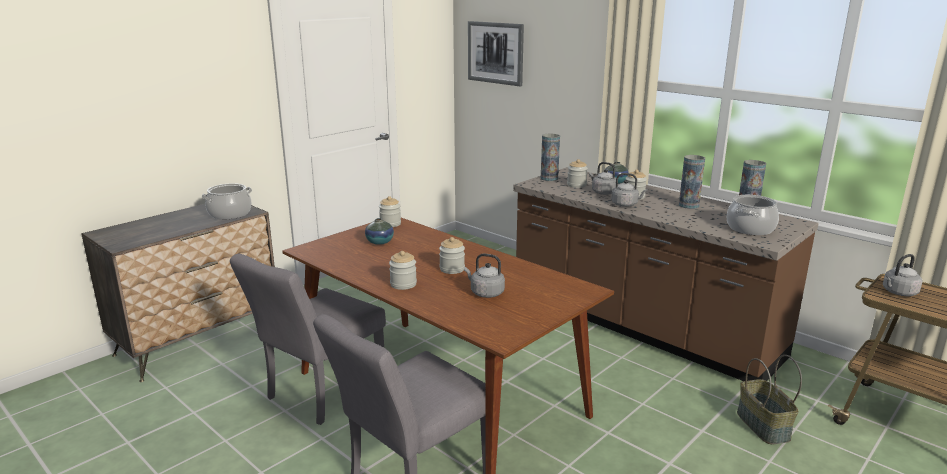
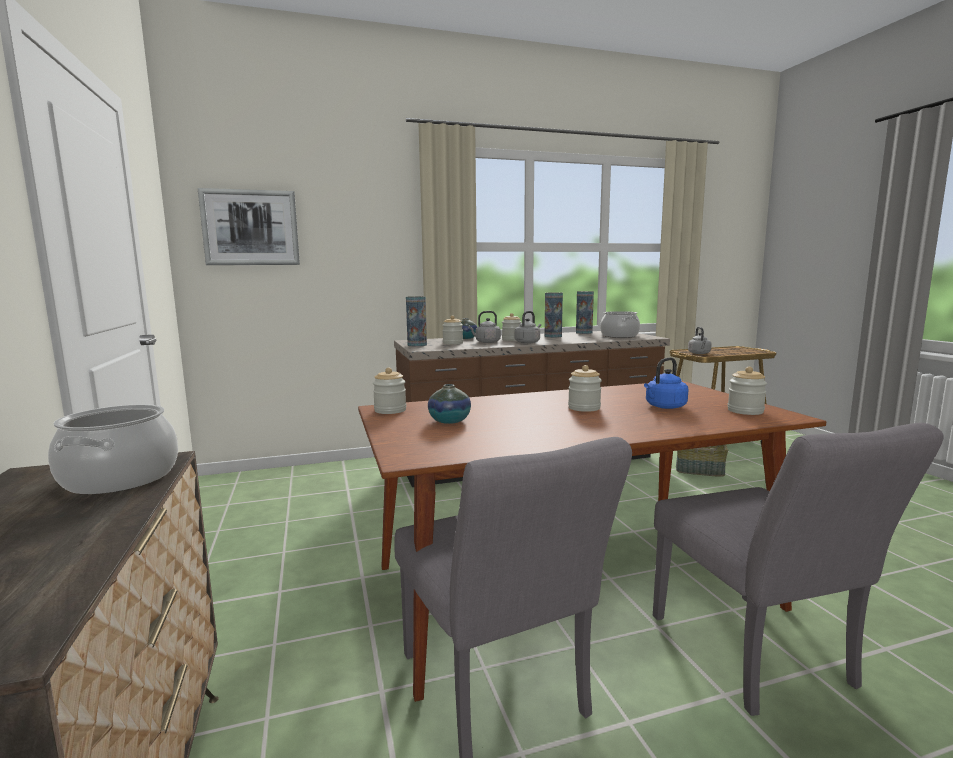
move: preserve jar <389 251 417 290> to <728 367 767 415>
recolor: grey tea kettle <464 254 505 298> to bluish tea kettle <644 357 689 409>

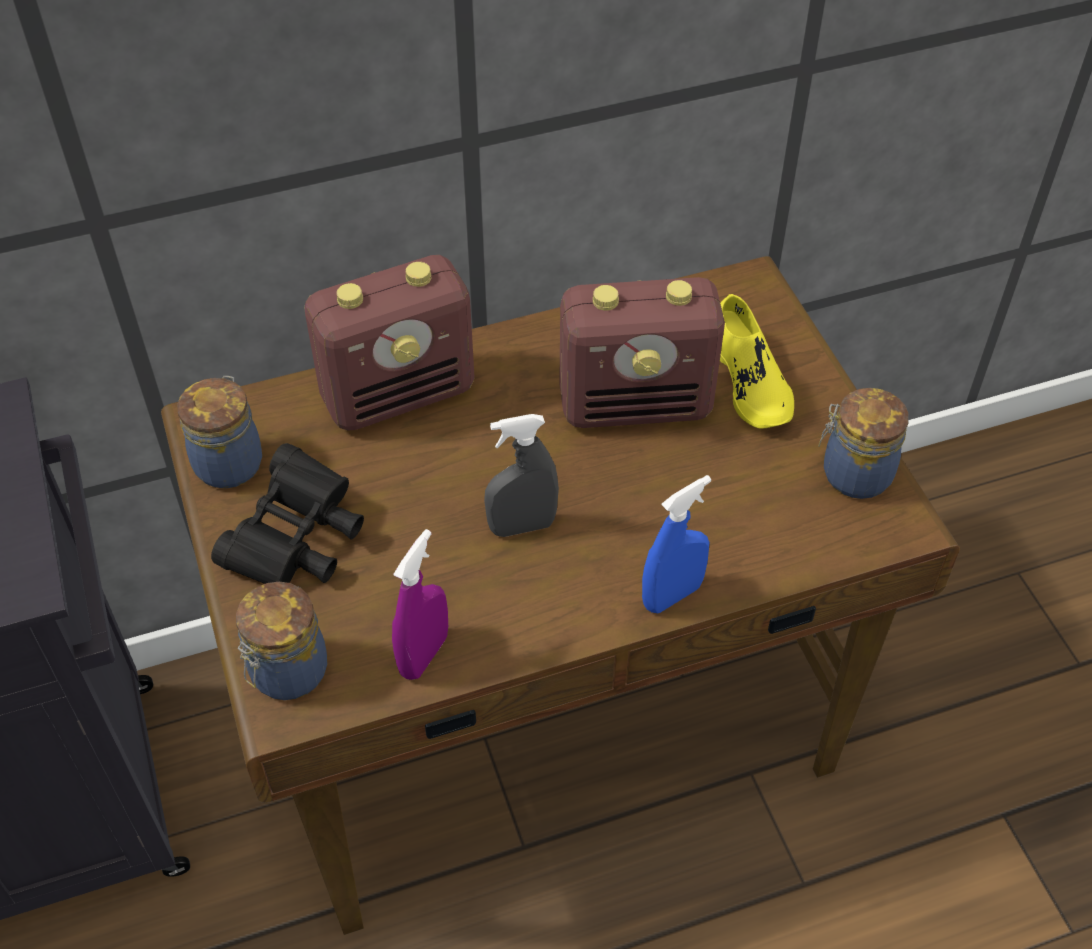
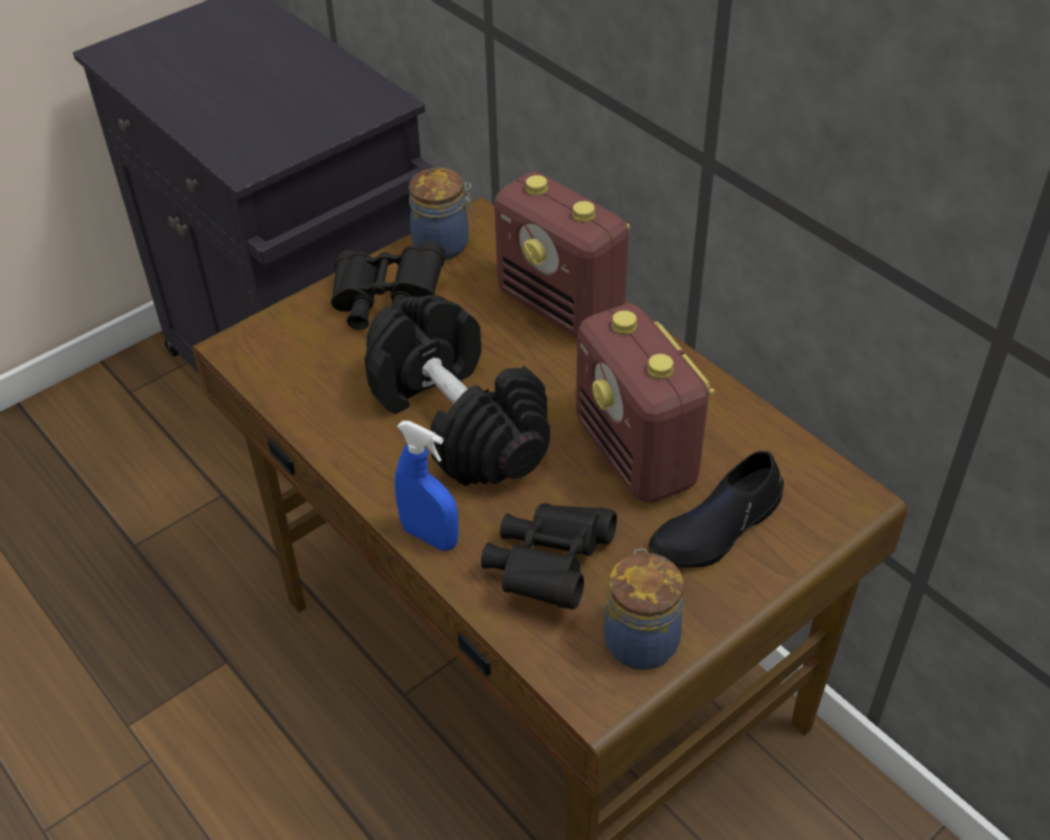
delete: preserve jar <236 582 327 700>; purplish hand sprayer <392 529 448 680>
insert: black-coloured pair of binoculars <481 503 617 609>
replace: grey hand sprayer <484 414 559 537> to black-coloured free weight <364 295 550 486>
recolor: yellow-coloured shoe <720 294 794 429> to black-coloured shoe <649 451 784 568>

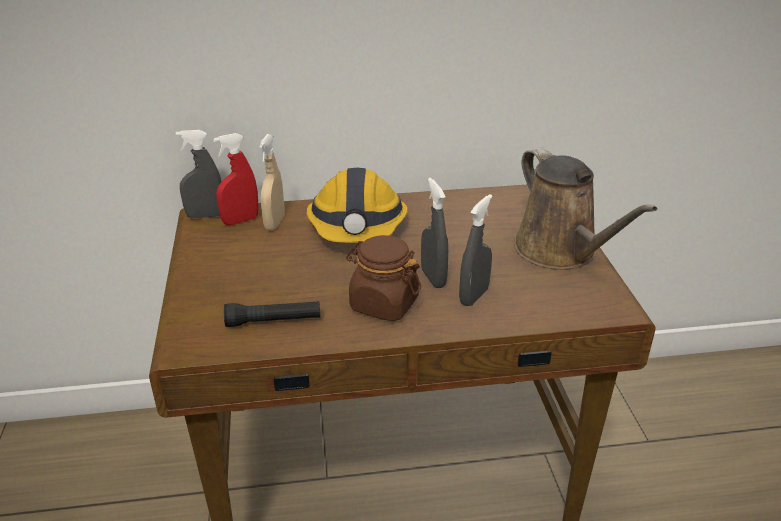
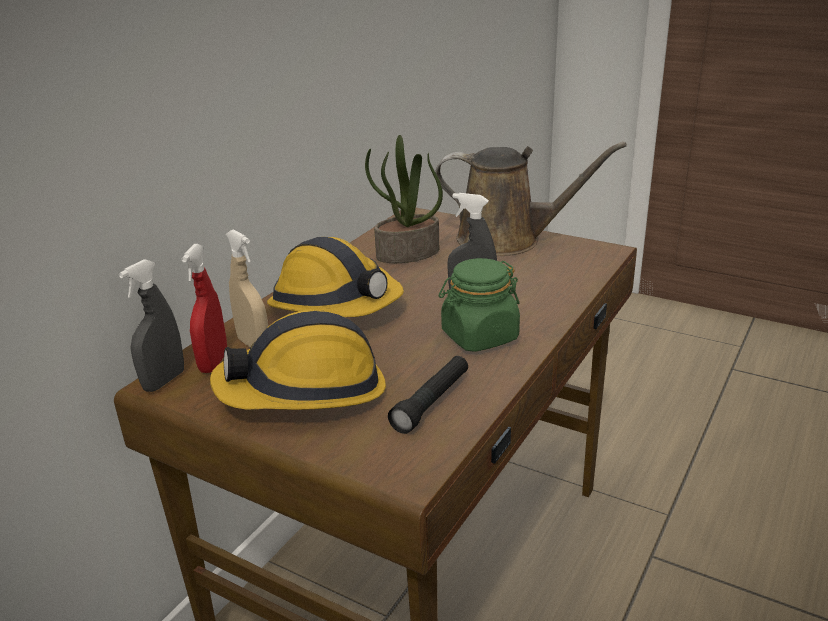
delete: grey hand sprayer <459 194 492 306>
insert: hard hat <210 310 386 410>; potted plant <365 135 443 263>
recolor: brown-coloured preserve jar <346 235 421 321> to greenish preserve jar <439 258 520 352>

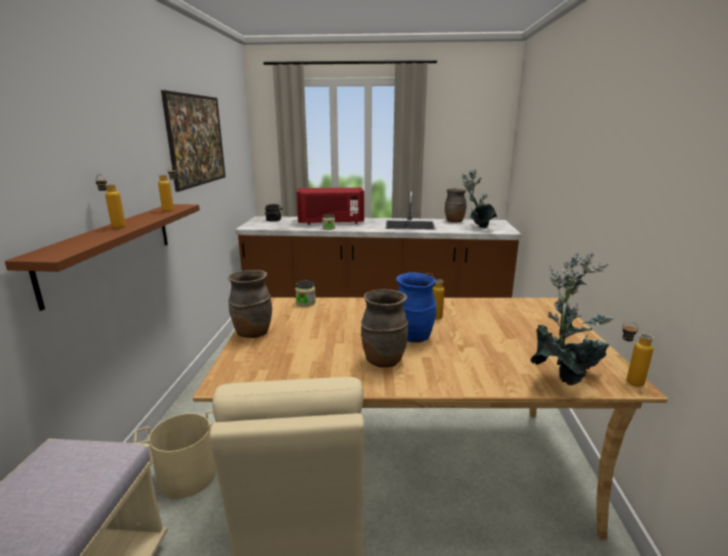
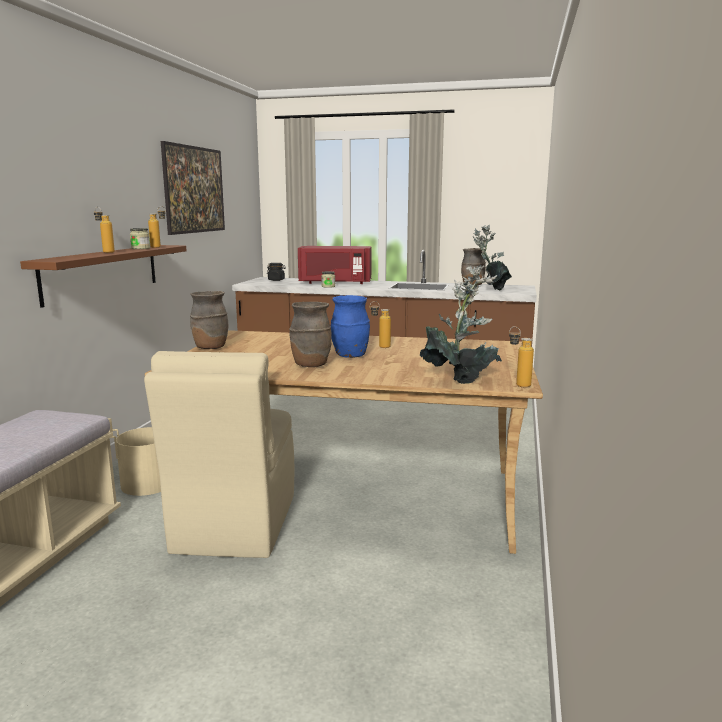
move: preserve jar <295 280 316 307> to <130 228 150 249>

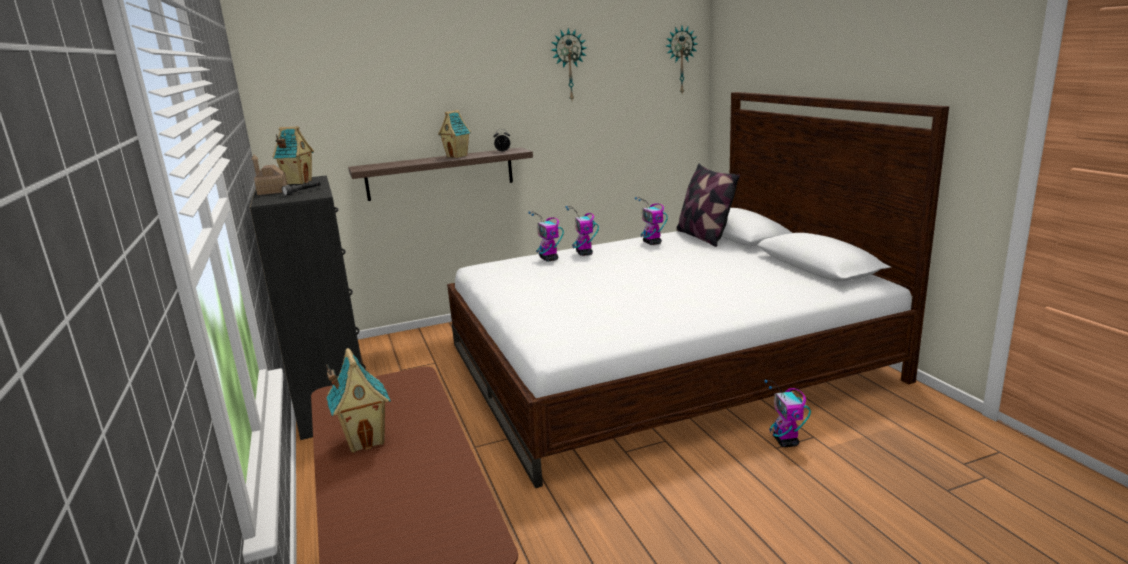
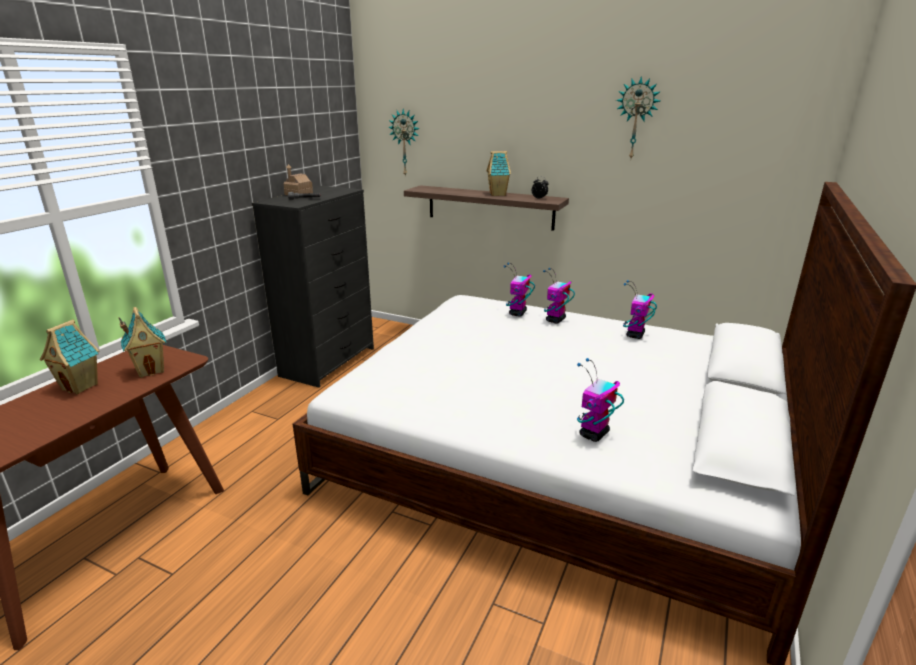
delete: pillow <677 163 740 247>
move: toy house <273 126 314 184> to <119 307 167 378>; clock on the wall <666 26 698 93> to <388 109 419 177>; toy robot <765 380 811 447> to <577 358 624 442>

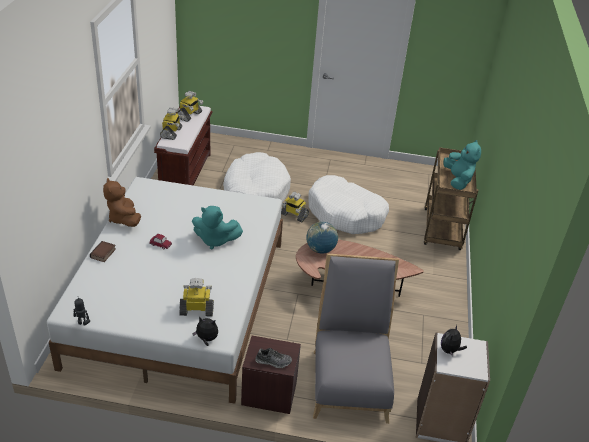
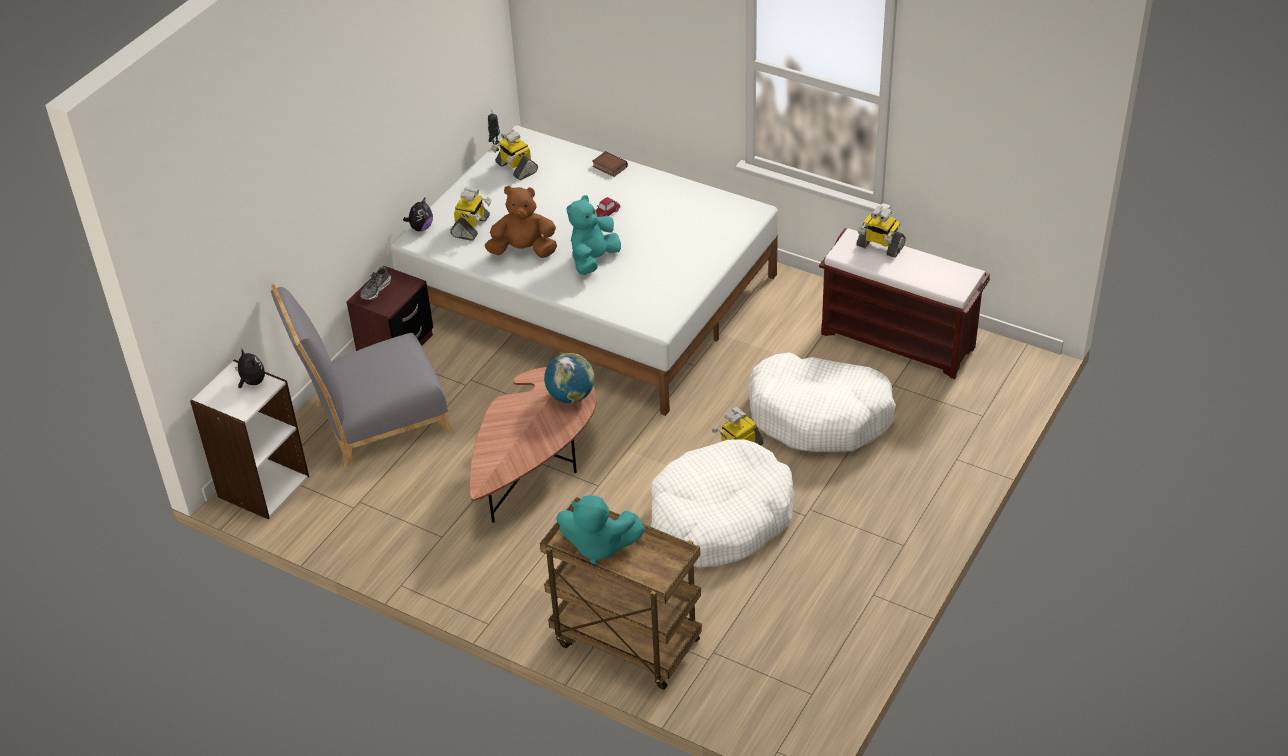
move: brown-coloured soft toy <103 178 141 227> to <485 186 557 258>; toy robot <177 91 203 122> to <491 129 538 180>
rotate: grey upright chair <313 253 399 424> = <271 284 454 468> 135 degrees clockwise

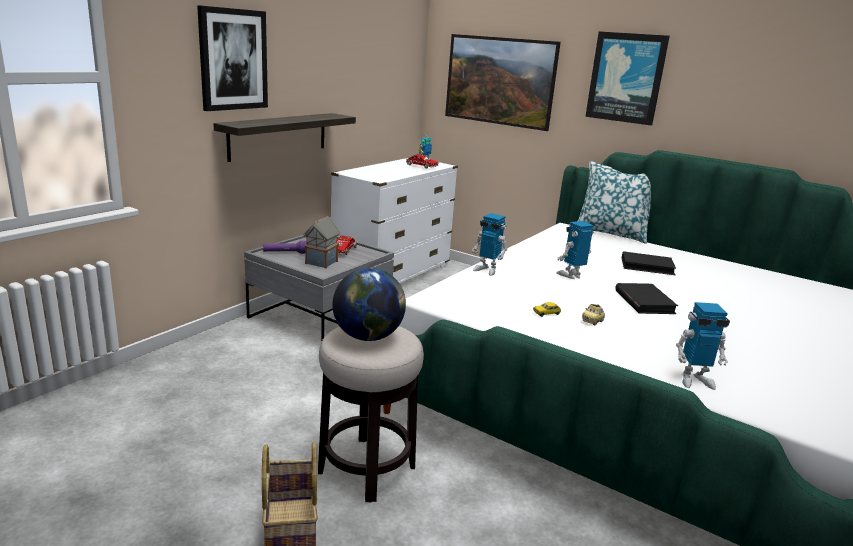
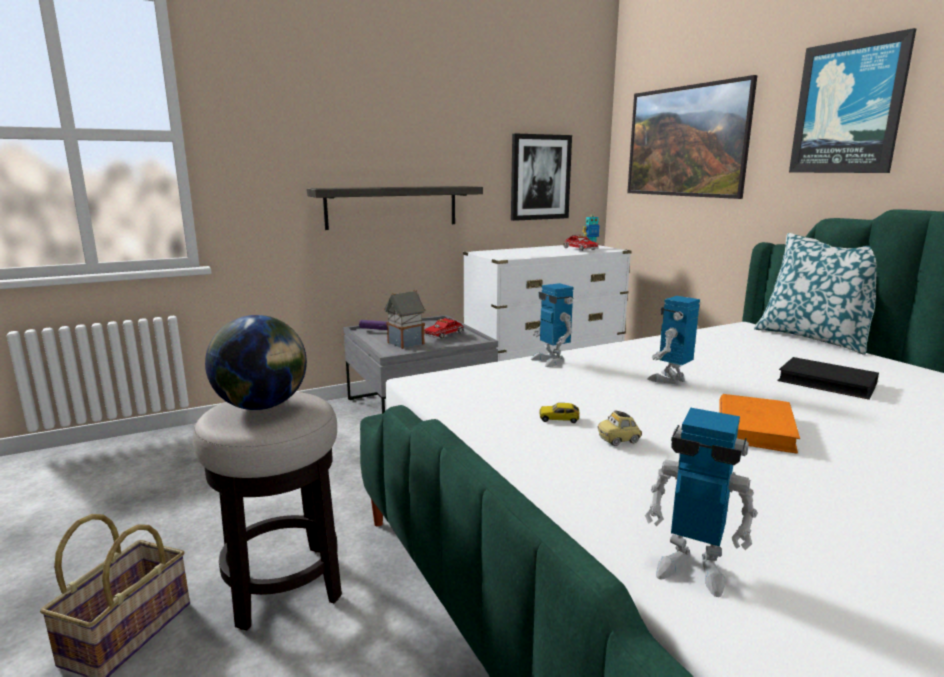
move: wall picture <197 5 268 111> to <511 133 572 221>
recolor: black-coloured bound book <615 283 678 314> to orange bound book <719 394 800 454>
rotate: toy robot <556 221 594 279> = <647 296 700 385> 45 degrees counterclockwise

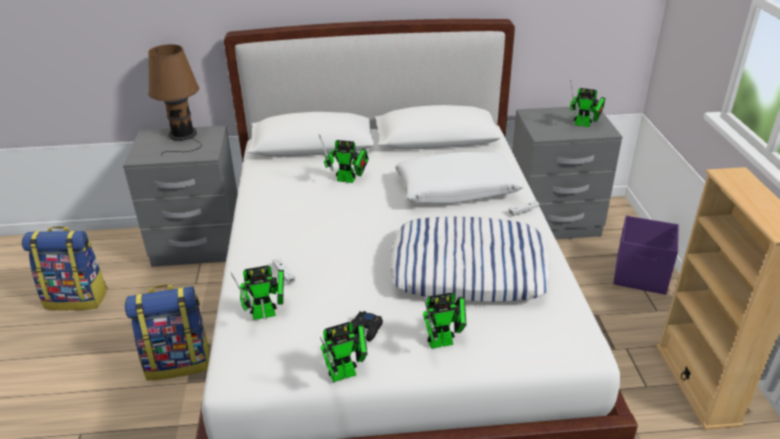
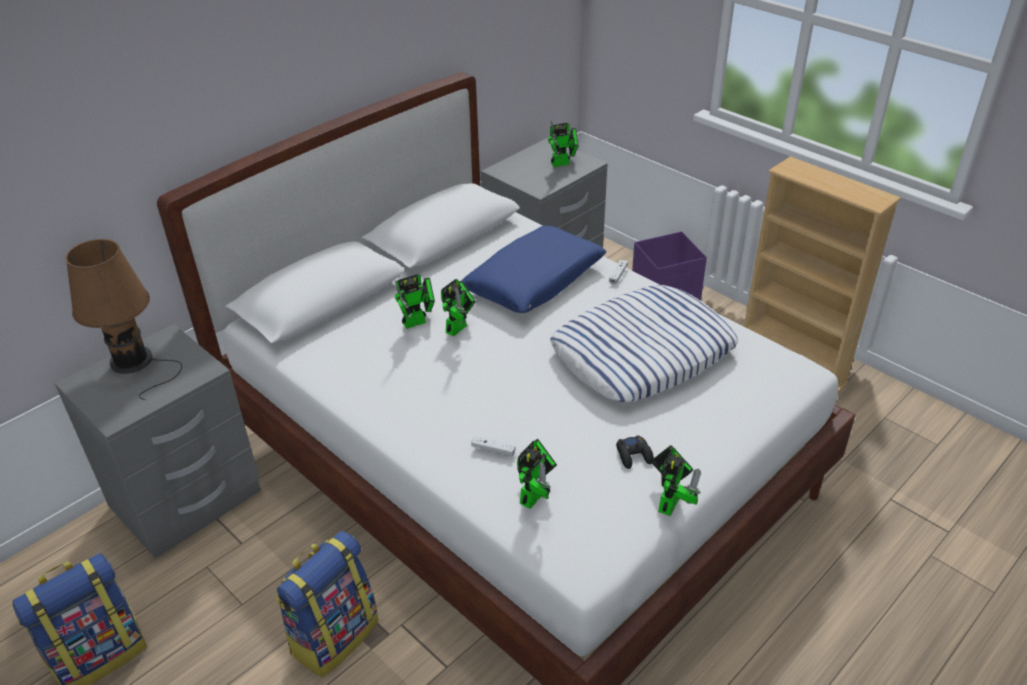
move: toy robot <423 293 466 349> to <441 279 476 337>
recolor: whitish pillow <395 152 524 204> to bluish pillow <462 226 607 313>

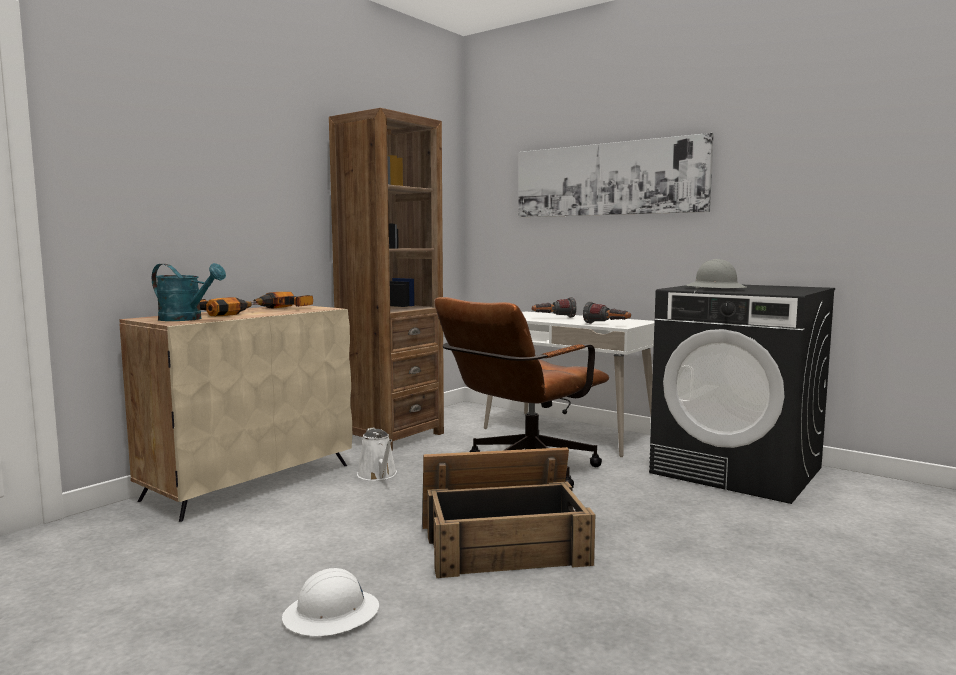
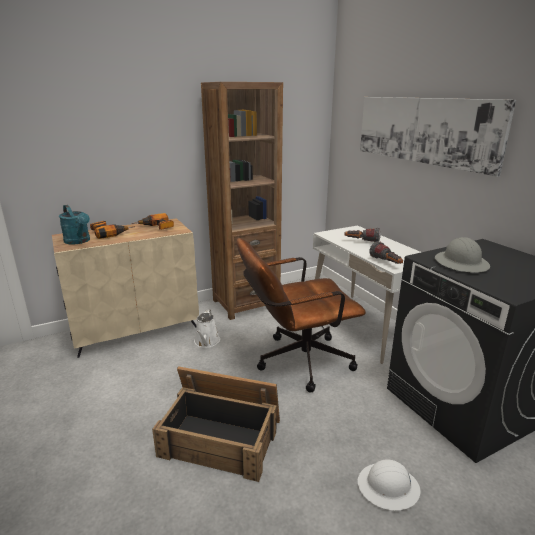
move: whitish hard hat <282 568 379 636> to <358 459 420 510>

